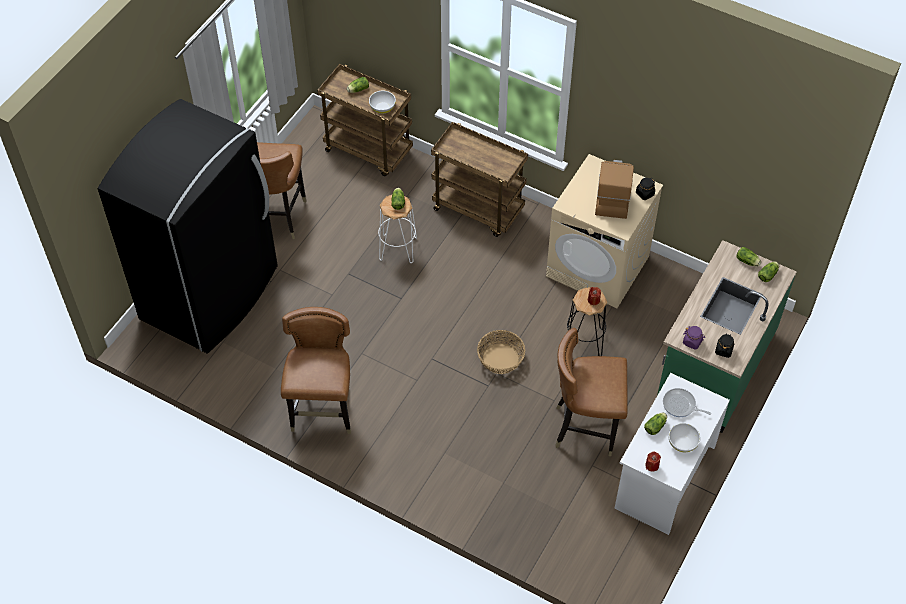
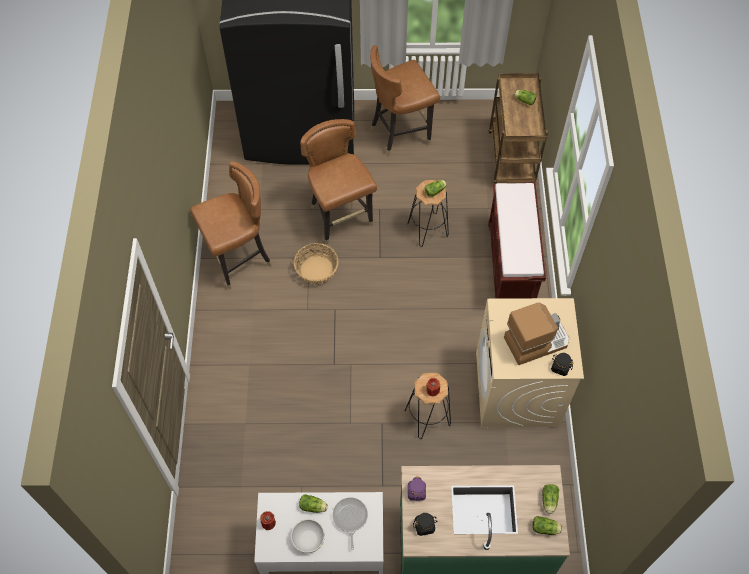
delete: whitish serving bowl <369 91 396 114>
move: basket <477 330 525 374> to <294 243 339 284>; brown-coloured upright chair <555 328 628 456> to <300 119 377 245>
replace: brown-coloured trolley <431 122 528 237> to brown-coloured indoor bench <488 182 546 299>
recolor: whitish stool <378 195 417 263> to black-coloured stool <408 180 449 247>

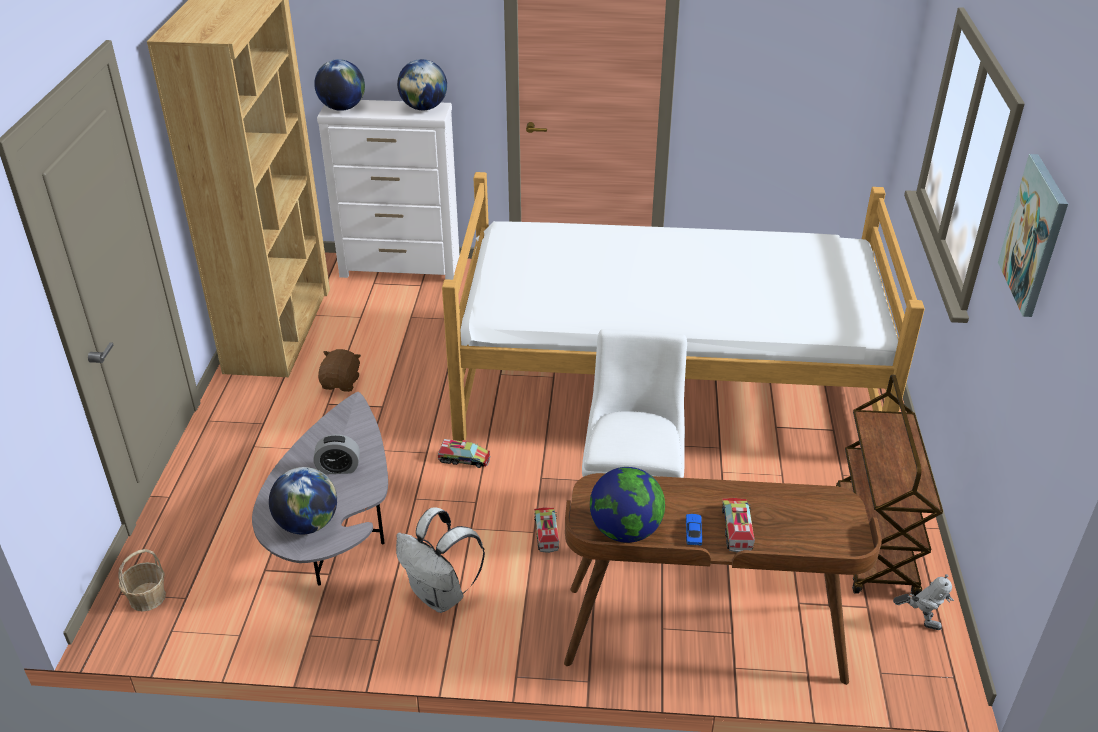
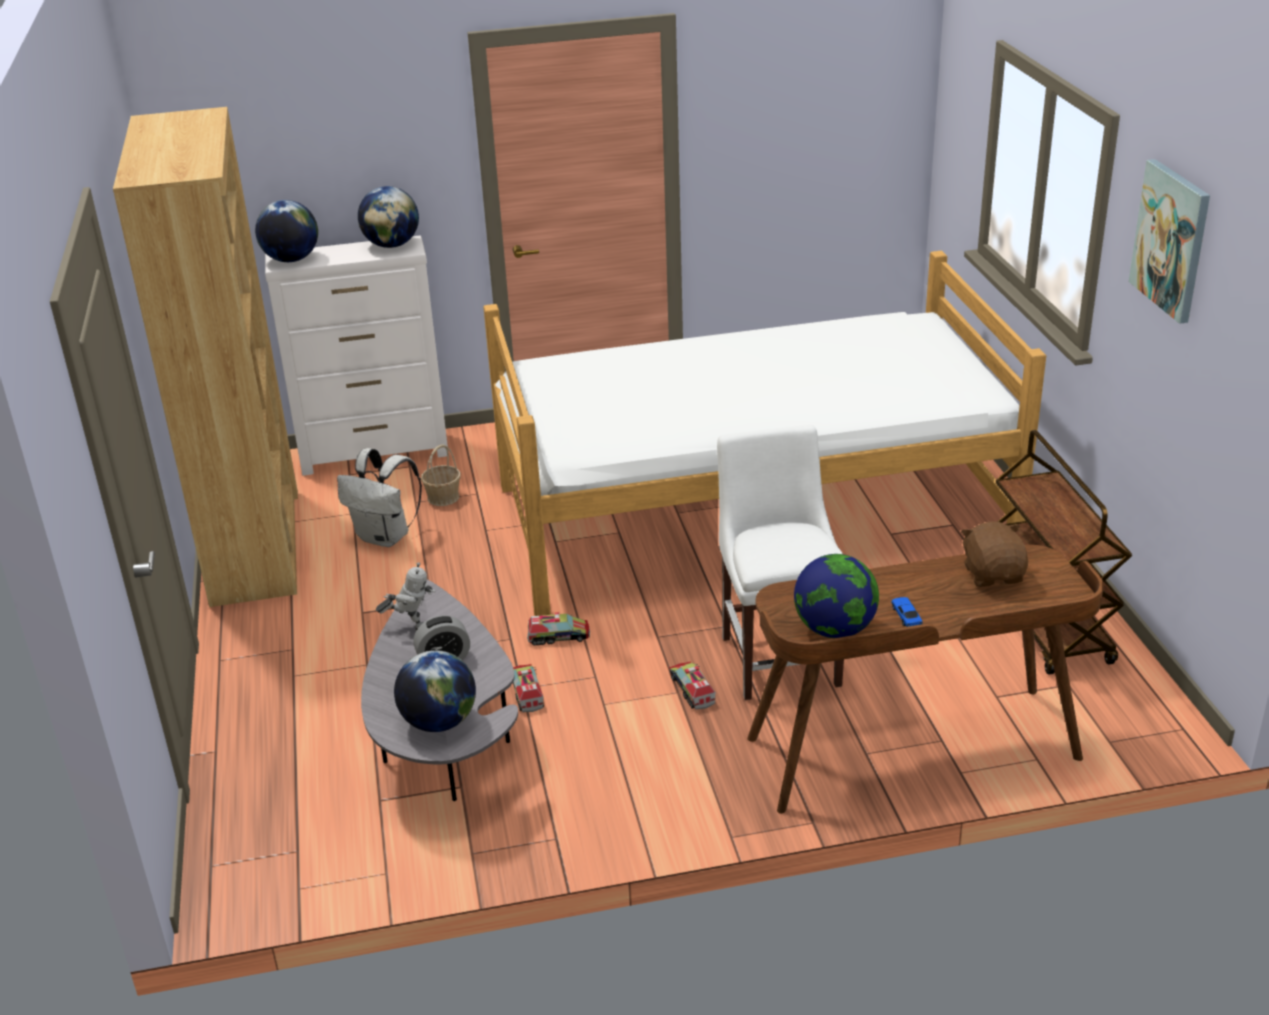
move: whitish rucksack <396 507 485 613> to <337 448 422 547>; toy robot <893 574 954 630> to <376 562 436 631>; basket <118 549 166 612> to <421 445 461 506>; model truck <722 498 755 553> to <513 664 544 712>; brown-coloured soft toy <318 349 361 392> to <961 522 1028 587>

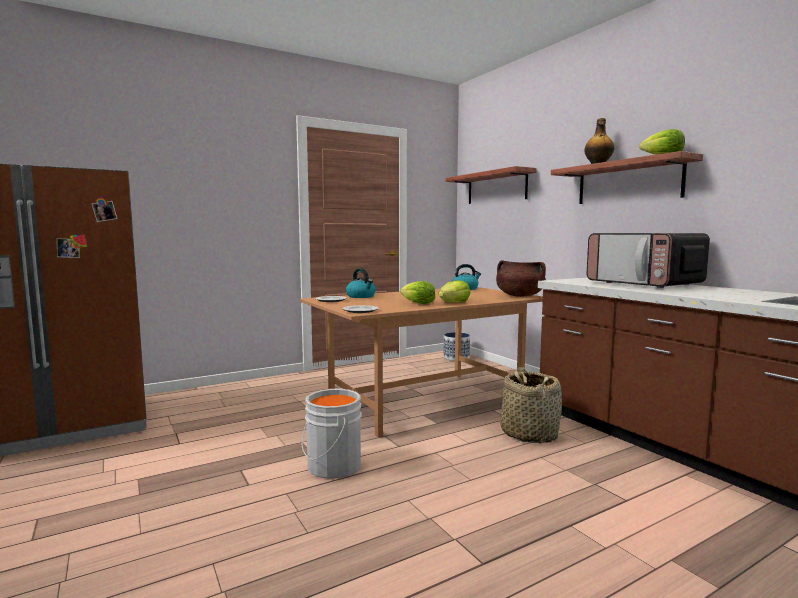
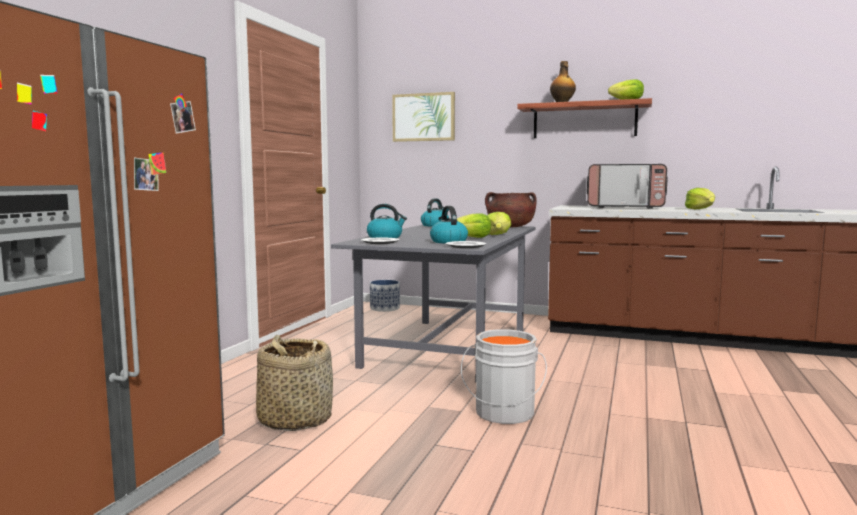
insert: tea kettle <430 206 468 244>; lettuce head <685 188 715 209>
move: basket <500 367 562 443> to <256 335 333 431>
replace: wall shelf <446 166 537 204> to wall picture <392 92 455 142>
recolor: brown-coloured kitchen table <300 287 543 437> to grey kitchen table <331 225 536 383>

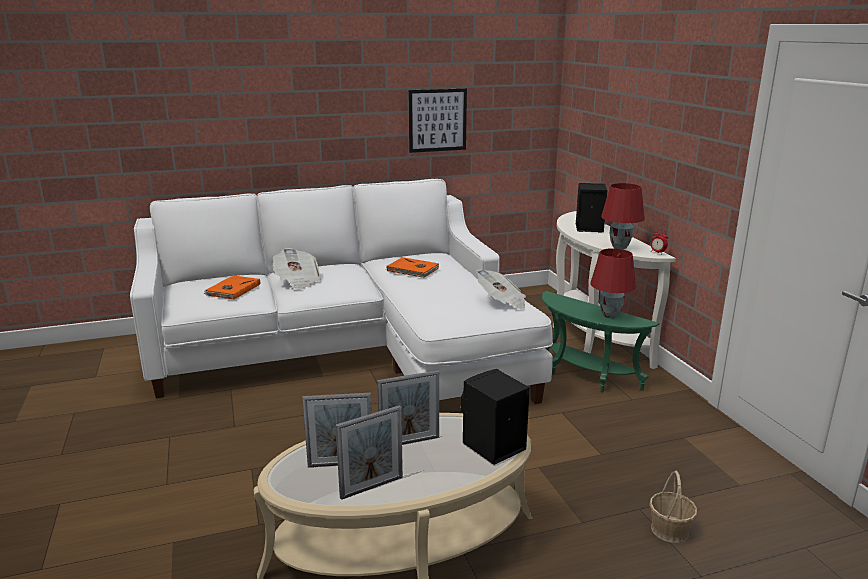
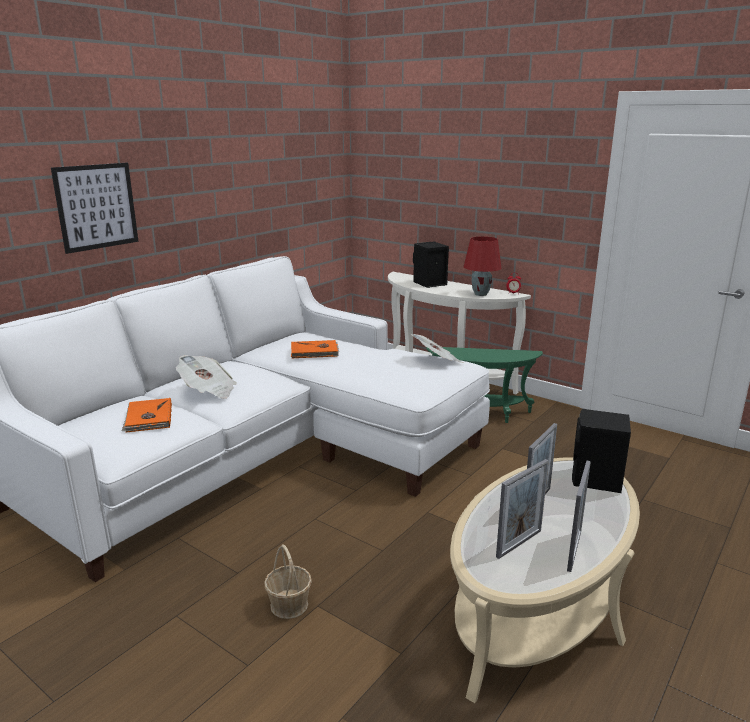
delete: red-coloured lamp for a table <590 248 636 318>
move: wall picture <409 88 467 153> to <51 163 138 254>; basket <649 471 697 543> to <264 544 312 619>

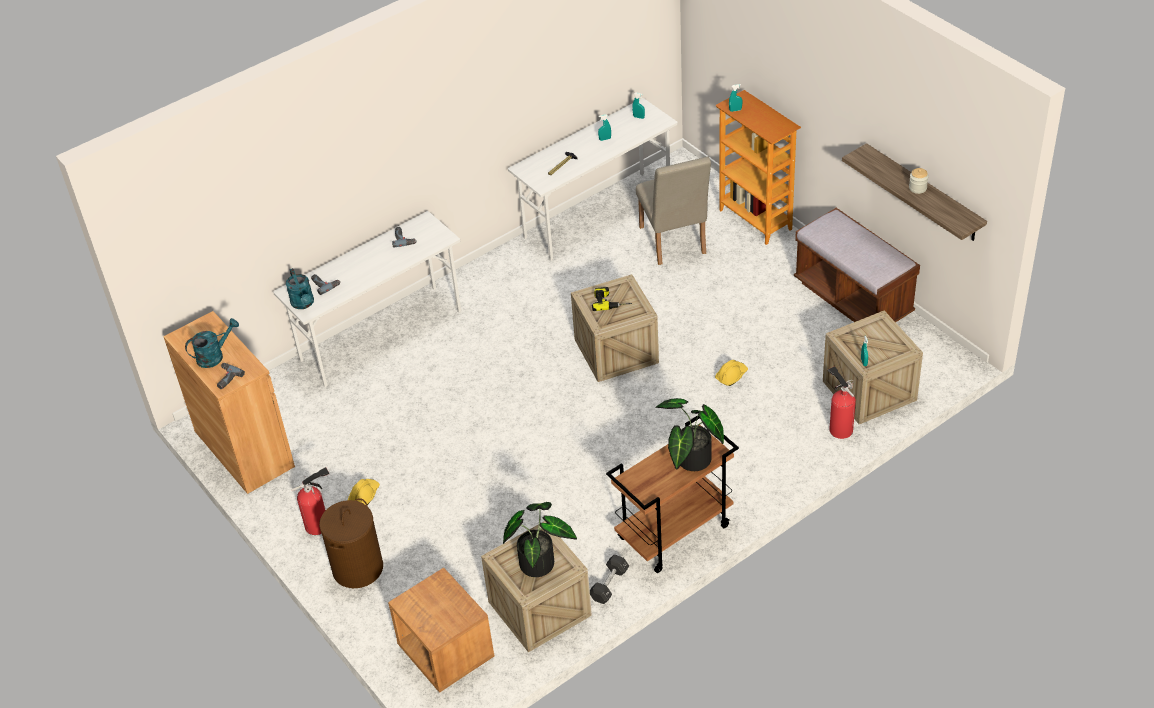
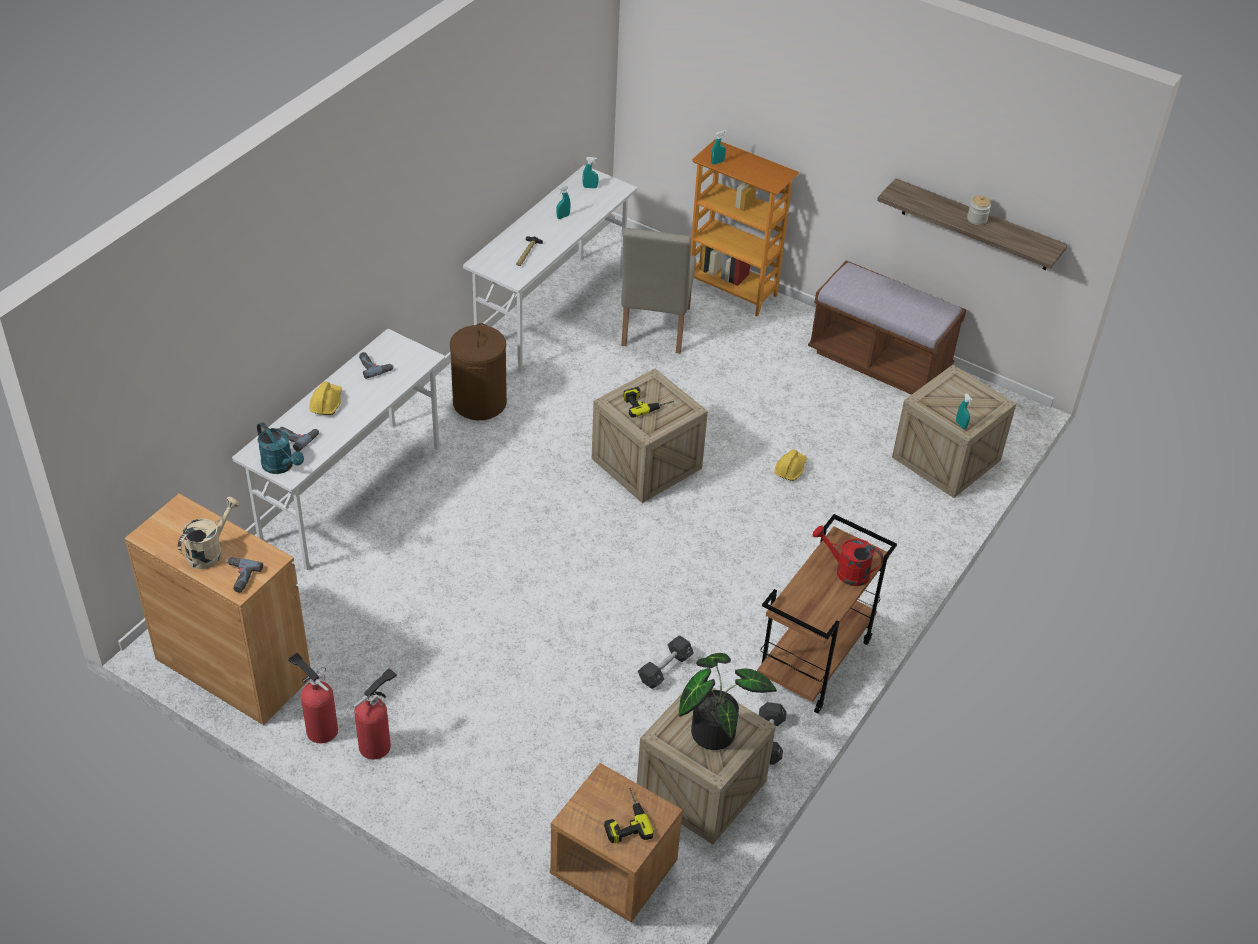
insert: power drill <604 788 654 844>; black-coloured free weight <638 635 694 689>
move: fire-fighting cylinder <828 366 856 439> to <288 653 338 743>; yellow-coloured hard hat <348 479 380 505> to <309 382 342 415>; brown-coloured laundry basket <319 498 383 588> to <450 323 507 420>
replace: potted plant <656 398 724 471> to red-coloured watering pot <812 526 883 586>
recolor: turquoise watering pot <185 318 239 368> to beige watering pot <178 497 240 569>
rotate: beige upright chair <636 156 711 265> = <621 228 696 354> 45 degrees clockwise

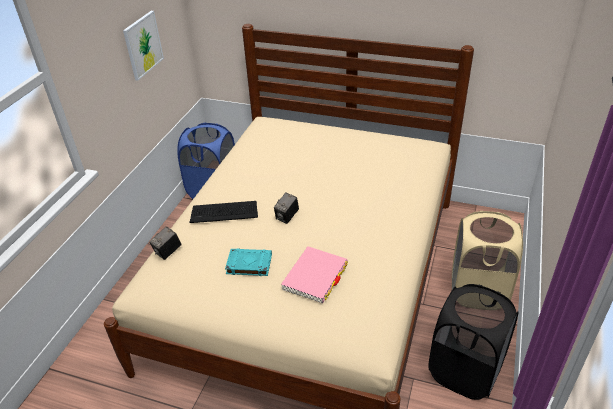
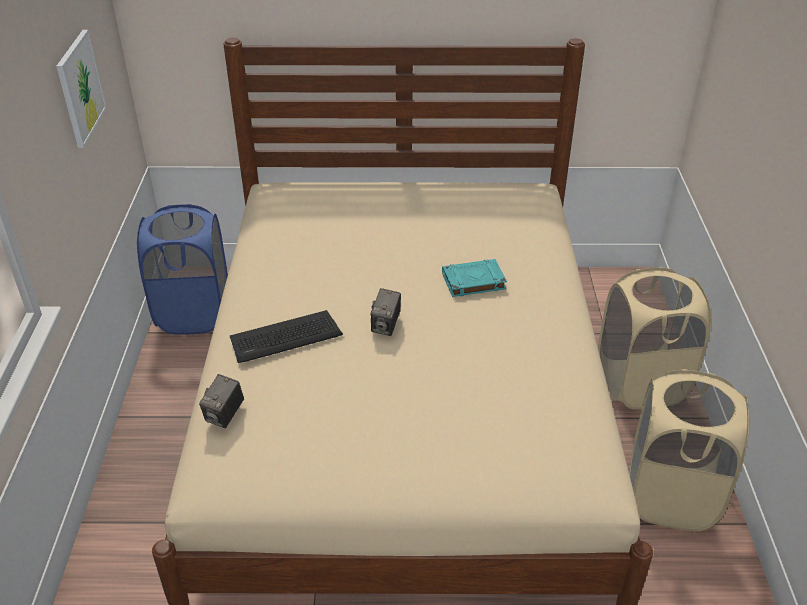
delete: pink-coloured bound book <281 246 348 303>
move: turquoise bound book <225 248 272 276> to <442 259 507 297>
recolor: black-coloured laundry basket <428 284 519 400> to beige laundry basket <629 369 749 531>

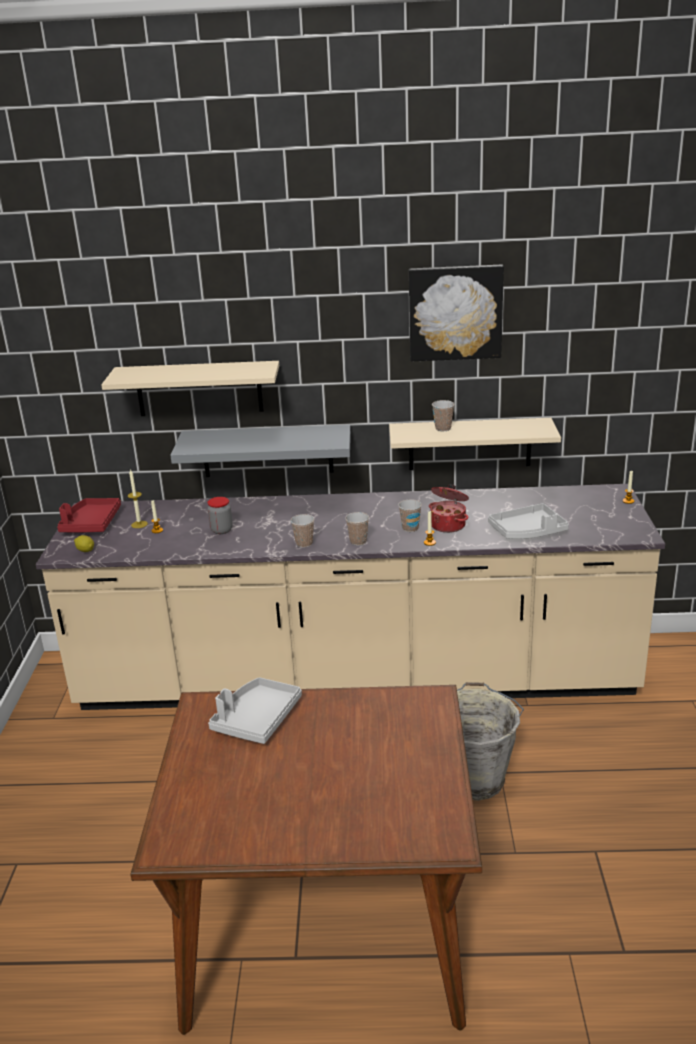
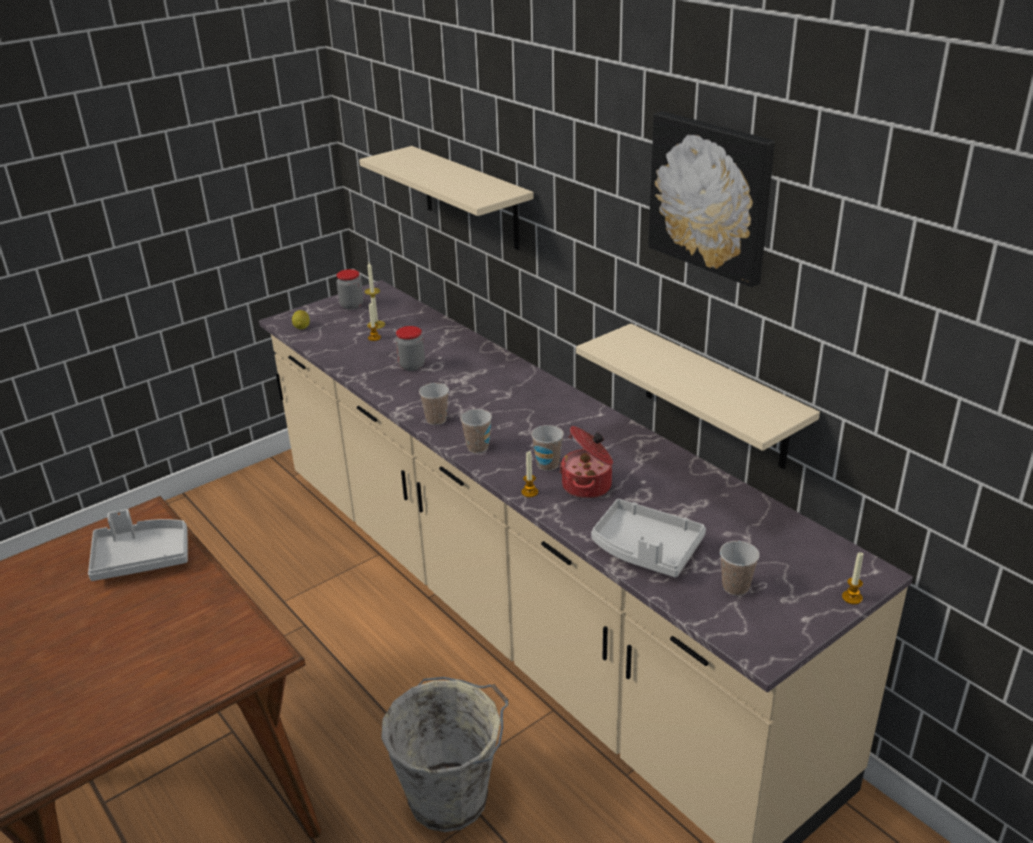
delete: grey wall shelf <170 425 351 477>
move: drinking cup <432 400 455 431> to <720 541 760 596>
replace: red-coloured carrying tray <57 498 121 532> to preserve jar <336 269 363 309>

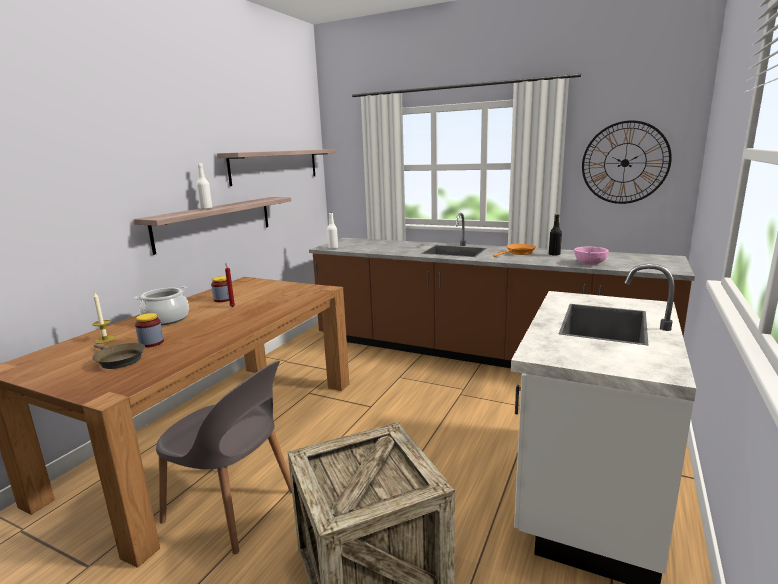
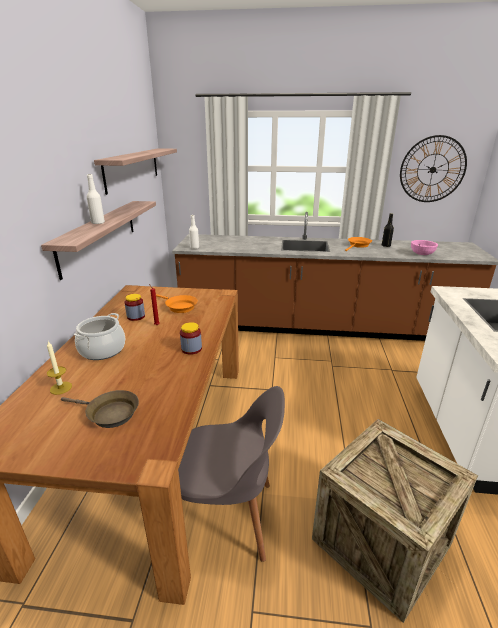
insert: orange pan <156 294 198 313>
move: preserve jar <135 313 164 348> to <180 322 202 355>

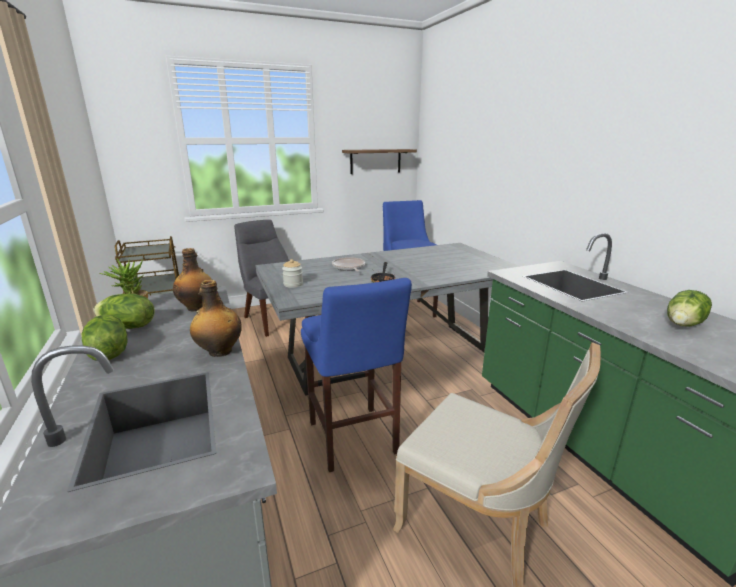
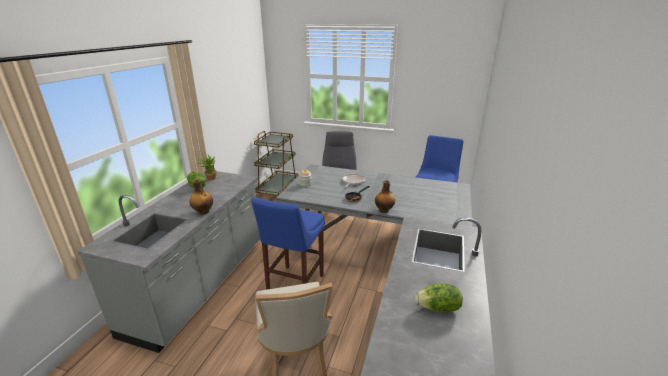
delete: lettuce head <82 315 128 361>; wall shelf <342 149 417 174>
move: bottle <173 248 212 311> to <375 180 395 213>

